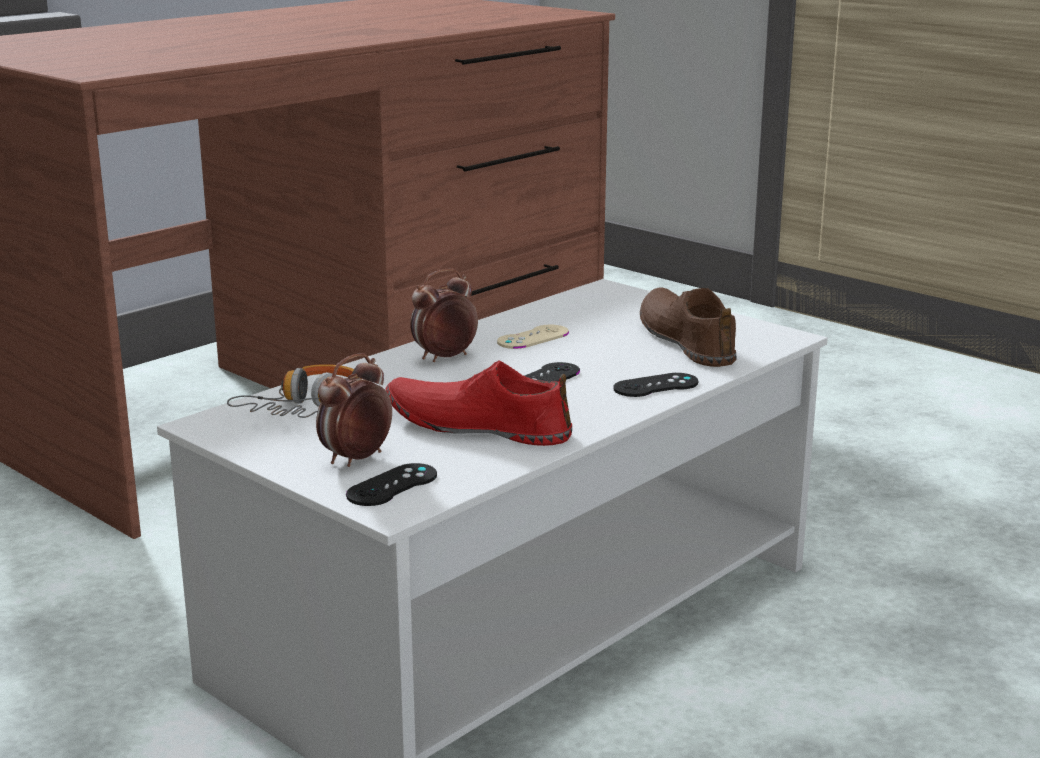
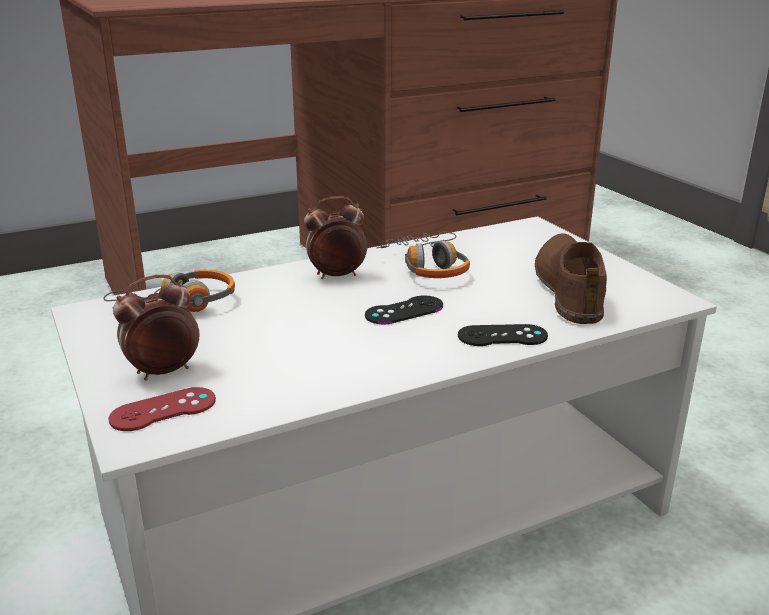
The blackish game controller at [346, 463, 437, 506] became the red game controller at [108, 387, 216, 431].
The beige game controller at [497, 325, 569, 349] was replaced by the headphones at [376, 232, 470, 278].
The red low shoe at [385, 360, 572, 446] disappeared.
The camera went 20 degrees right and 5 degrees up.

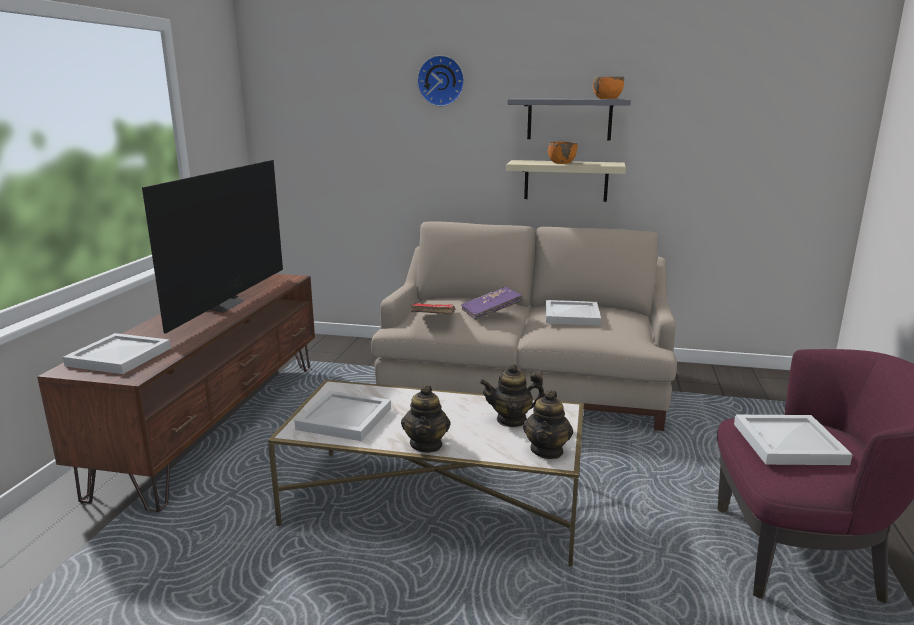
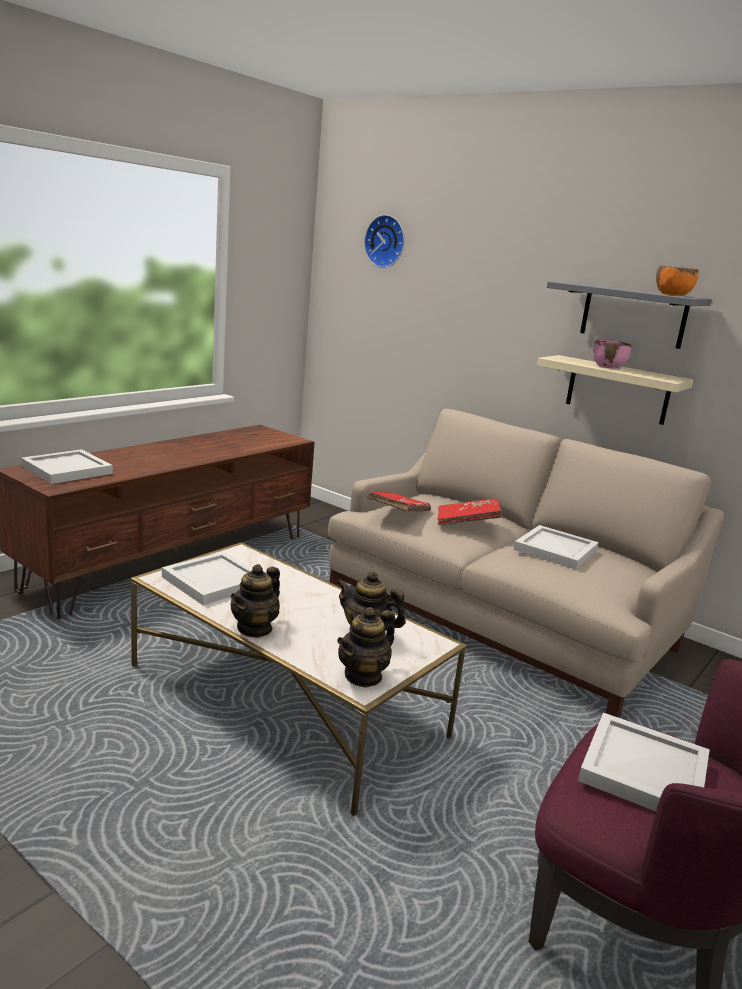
The hanging clock moved from [417, 55, 464, 107] to [364, 215, 404, 268].
The purple volume at [461, 287, 523, 320] became the red volume at [437, 498, 502, 525].
The orange-coloured bowl at [548, 142, 577, 164] became the pink-coloured bowl at [593, 340, 631, 369].
The television at [142, 160, 283, 333] disappeared.
The camera went 25 degrees right and 0 degrees up.

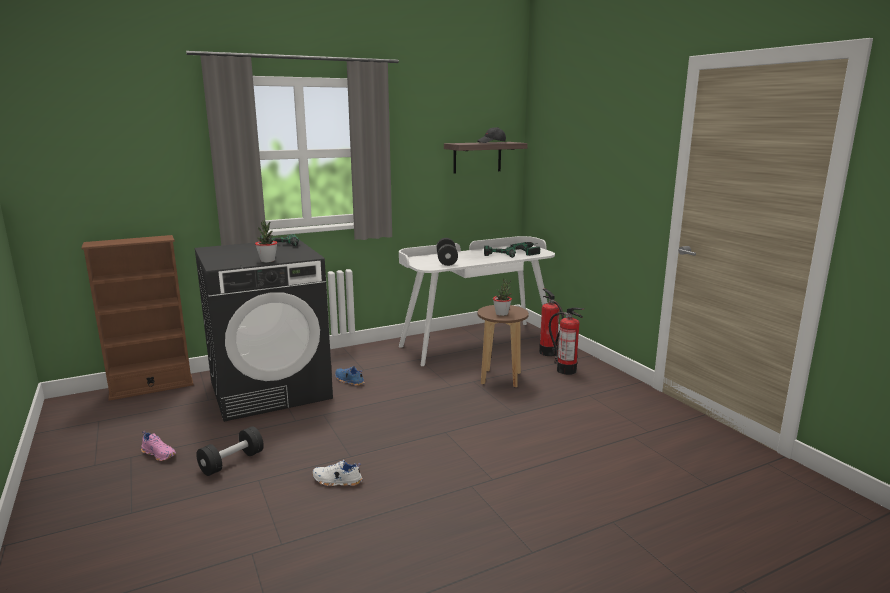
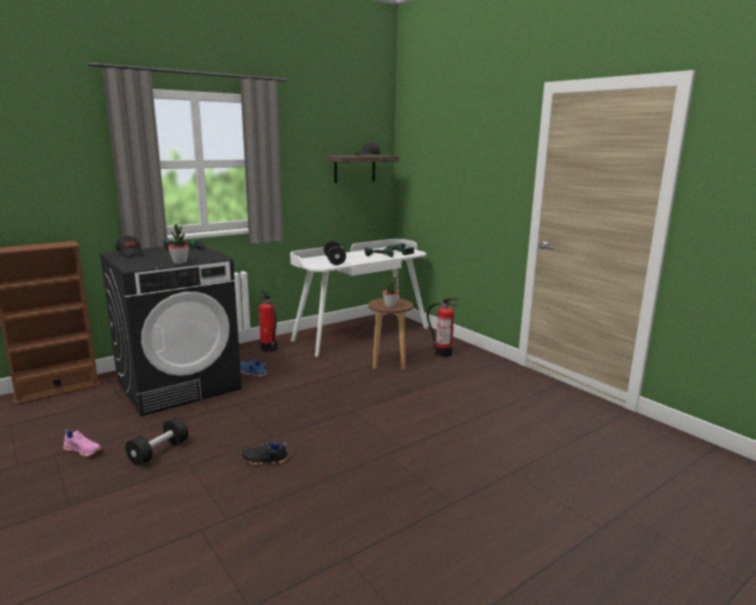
The blackish cap at [116, 235, 143, 257] appeared.
The white-coloured low shoe at [313, 460, 363, 486] became the blackish low shoe at [241, 440, 289, 465].
The fire-fighting cylinder moved from [539, 289, 564, 356] to [259, 290, 277, 352].
The camera went 10 degrees left and 0 degrees up.

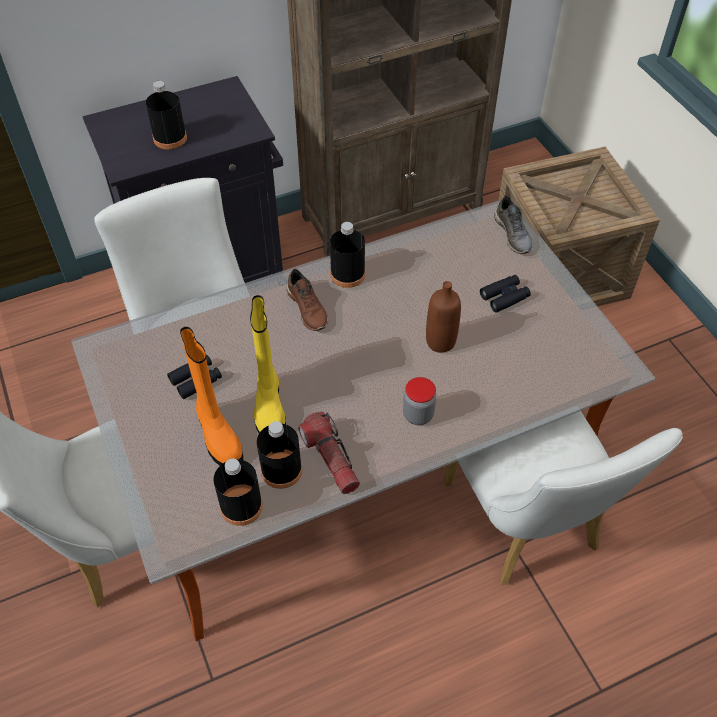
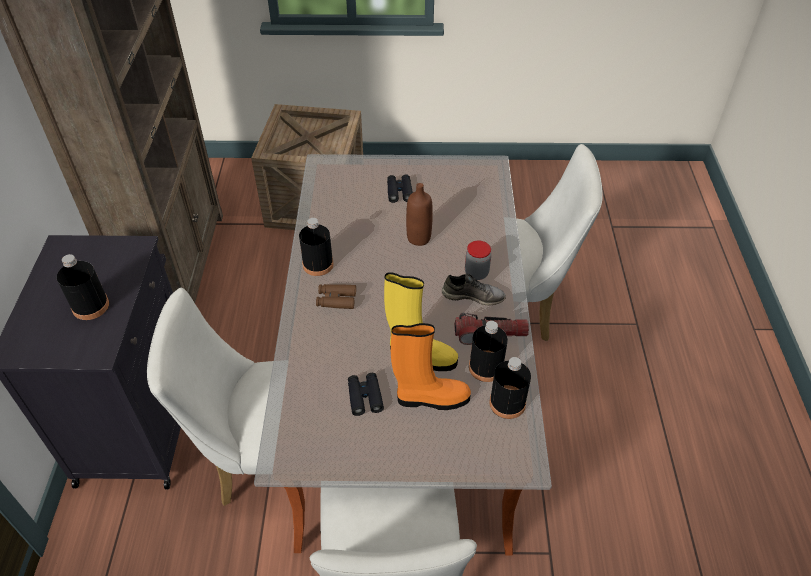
The brown-coloured low shoe at [286, 269, 328, 331] was replaced by the brown-coloured field glasses at [316, 284, 356, 309].
The grey low shoe moved from [494, 196, 532, 254] to [442, 274, 506, 305].
The camera went 65 degrees left and 5 degrees down.

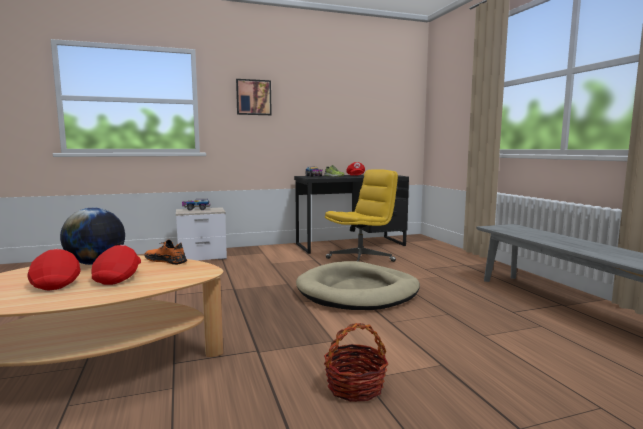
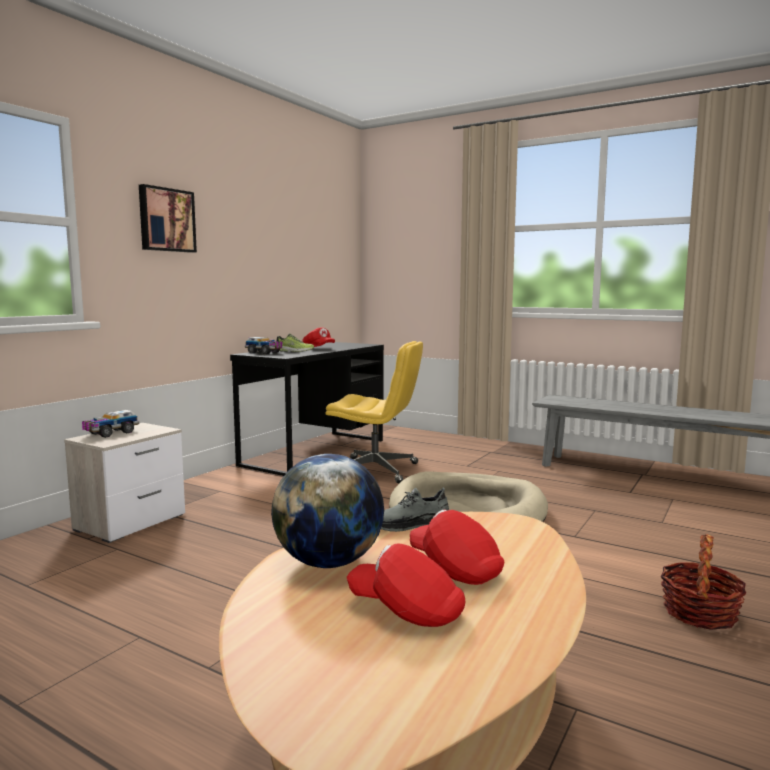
The yellowish office chair at [325, 169, 398, 262] turned 90 degrees clockwise.
The orange-coloured low shoe at [144, 240, 187, 265] became the grey low shoe at [381, 487, 449, 532].
The camera went 40 degrees left and 0 degrees up.

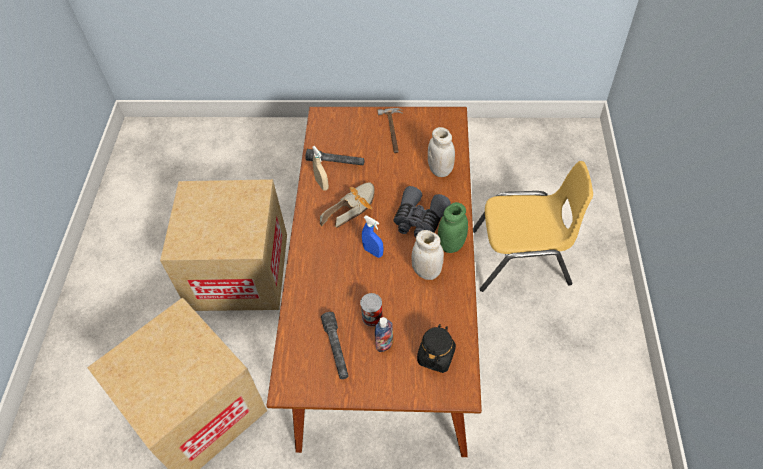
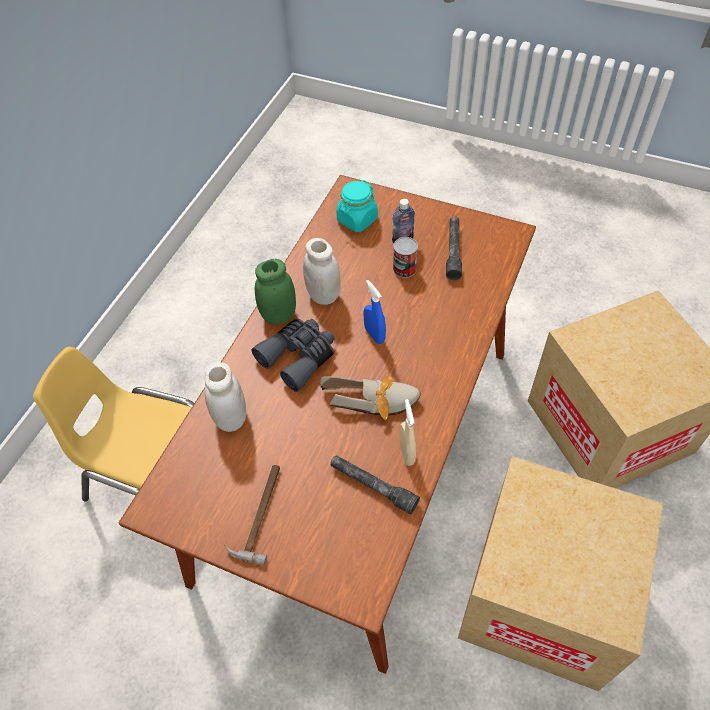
The low shoe at [320, 182, 375, 228] turned 150 degrees counterclockwise.
The blackish jar at [417, 324, 456, 373] became the turquoise jar at [336, 180, 378, 232].
The camera went 160 degrees left and 0 degrees up.

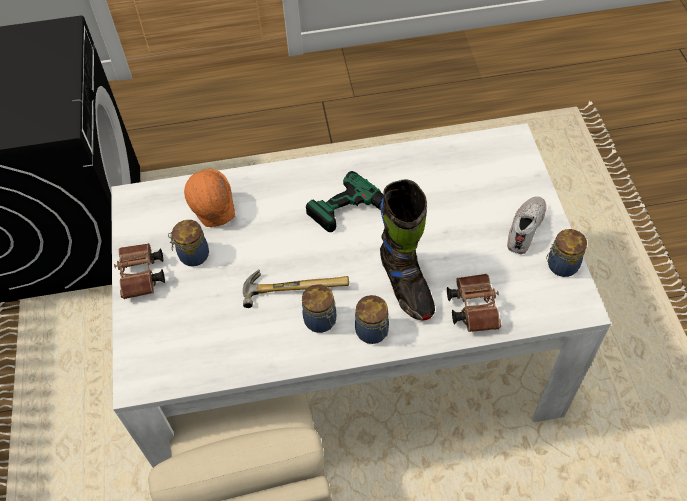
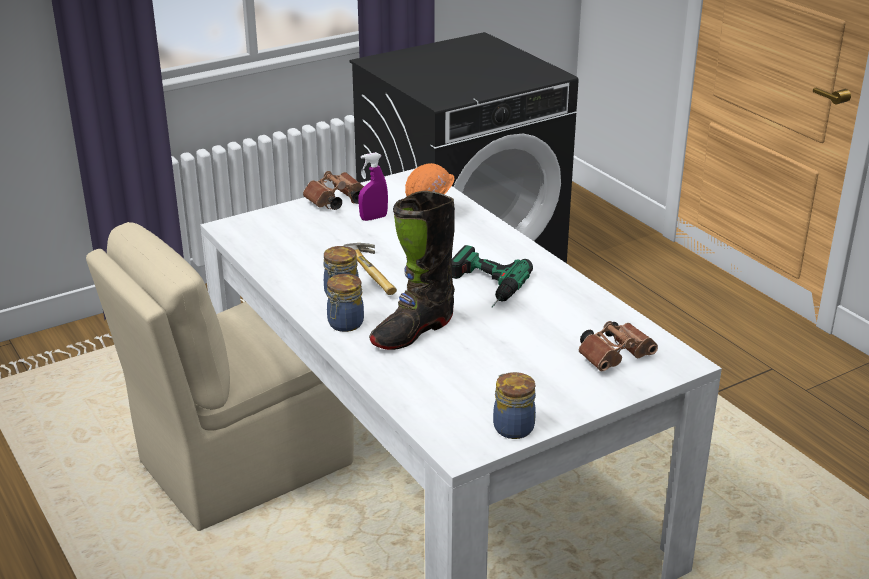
The jar at [168, 220, 209, 266] was replaced by the purple hand sprayer at [359, 152, 388, 221].
The brown-coloured field glasses moved from [447, 274, 501, 332] to [579, 321, 658, 371].
The white-coloured low shoe at [507, 196, 546, 254] disappeared.
The camera went 65 degrees right and 25 degrees down.

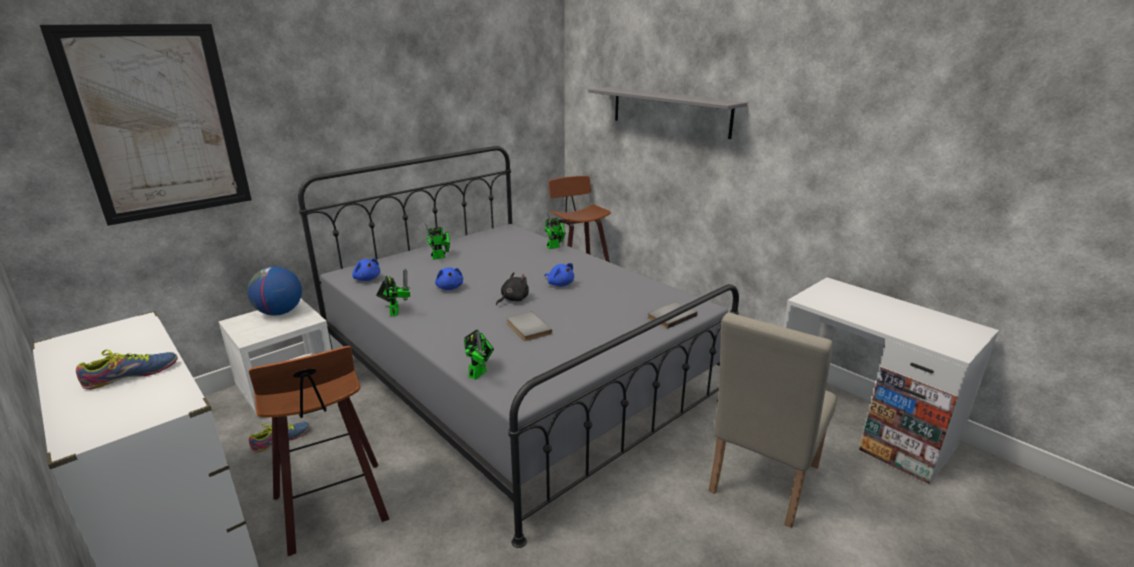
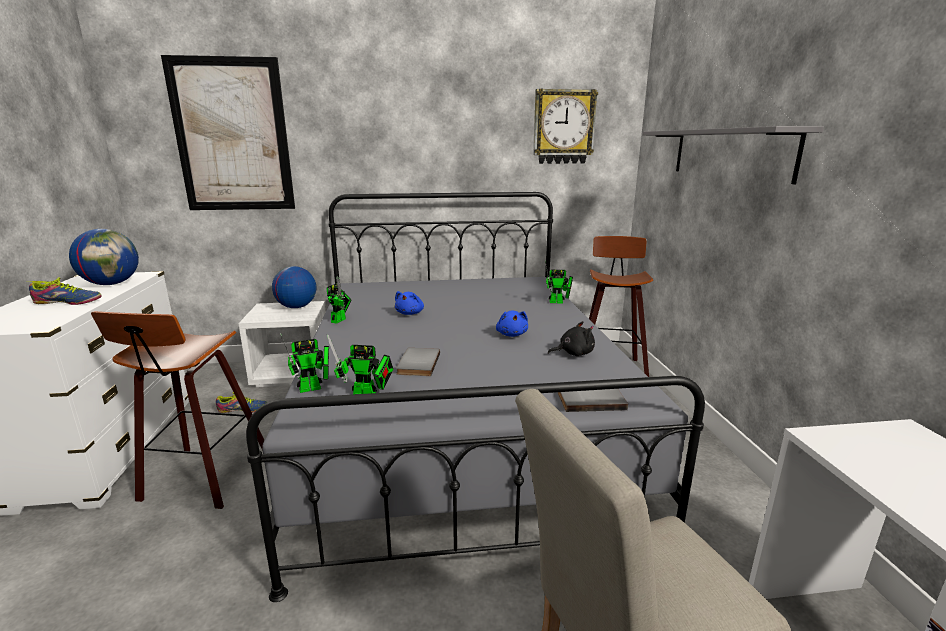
The globe at [69, 229, 139, 285] appeared.
The robot figure moved from [425, 223, 450, 260] to [327, 334, 393, 394].
The hanging clock at [533, 89, 598, 164] appeared.
The blackish cuddly toy moved from [496, 272, 529, 305] to [548, 321, 595, 356].
The bluish cuddly toy at [352, 258, 380, 281] disappeared.
The camera went 35 degrees right and 5 degrees down.

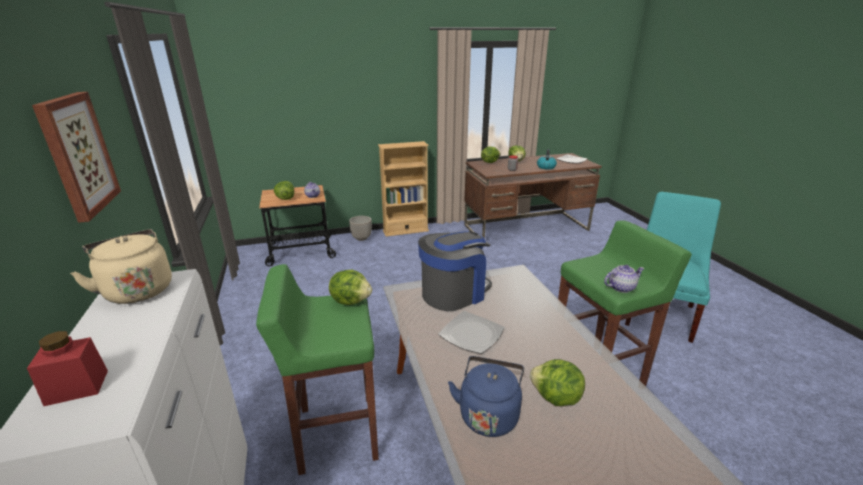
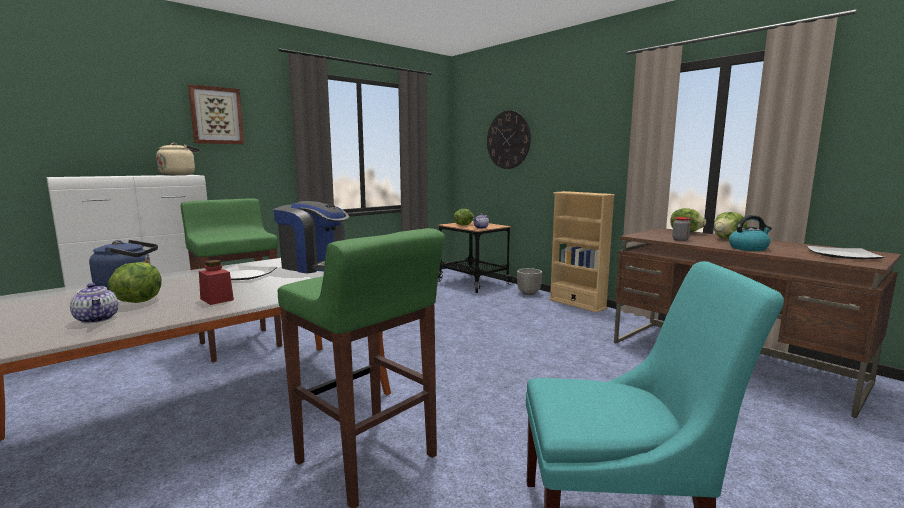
The teapot moved from [604, 265, 644, 293] to [70, 283, 118, 323].
The red jar moved from [27, 331, 108, 406] to [199, 260, 234, 305].
The hanging clock at [487, 110, 531, 169] appeared.
The head of lettuce at [329, 269, 372, 305] disappeared.
The camera went 65 degrees right and 15 degrees down.

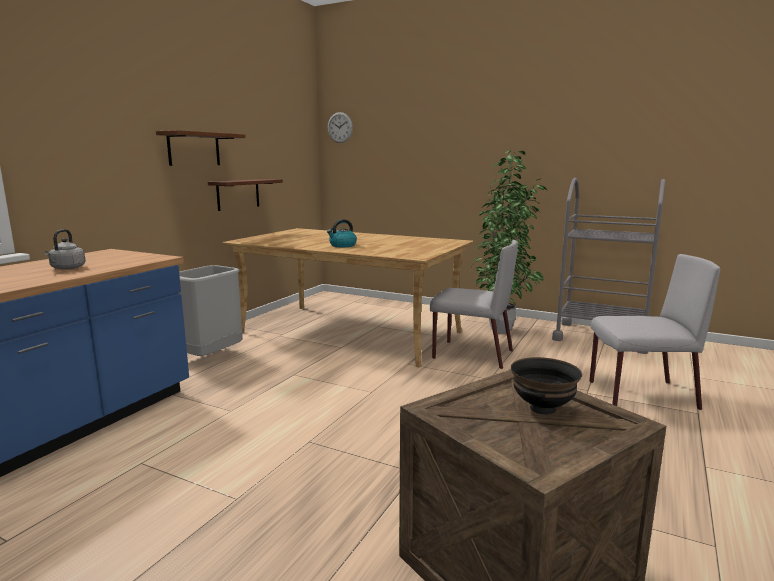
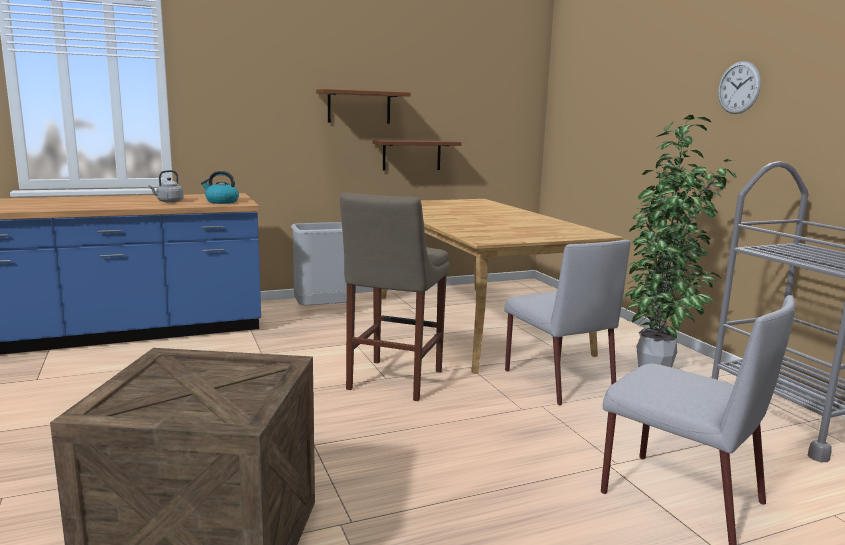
The tea kettle moved from [327, 219, 357, 247] to [201, 171, 239, 204].
The beige stool at [340, 192, 450, 401] appeared.
The hanging clock moved from [328, 112, 353, 143] to [718, 61, 761, 114].
The blackish bowl at [511, 357, 582, 415] disappeared.
The camera went 40 degrees right and 0 degrees up.

